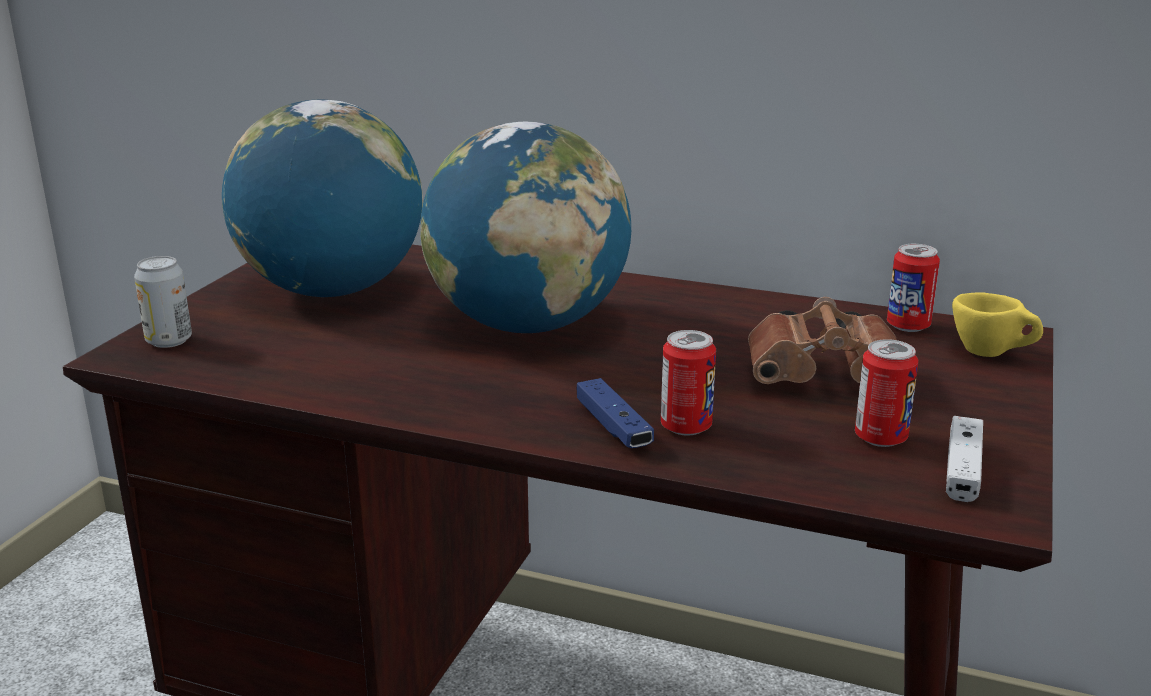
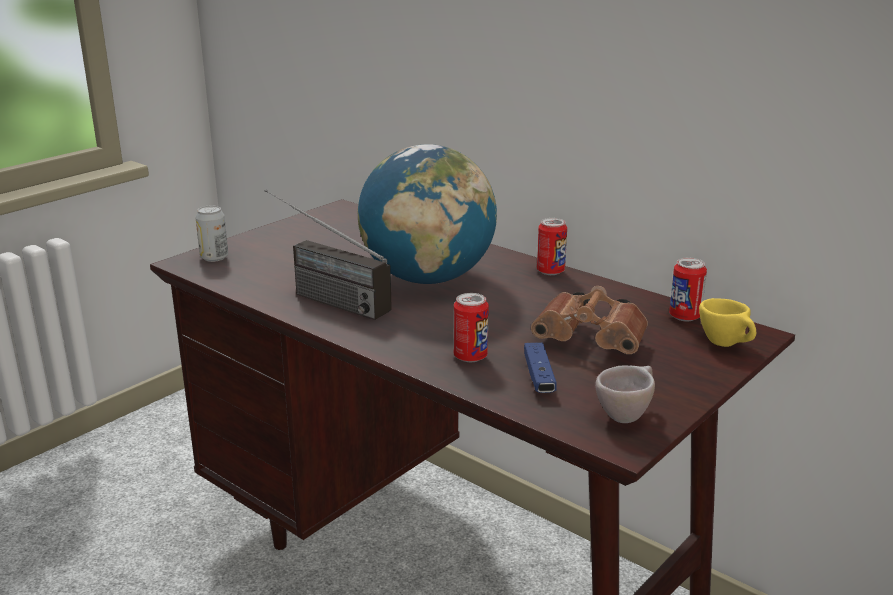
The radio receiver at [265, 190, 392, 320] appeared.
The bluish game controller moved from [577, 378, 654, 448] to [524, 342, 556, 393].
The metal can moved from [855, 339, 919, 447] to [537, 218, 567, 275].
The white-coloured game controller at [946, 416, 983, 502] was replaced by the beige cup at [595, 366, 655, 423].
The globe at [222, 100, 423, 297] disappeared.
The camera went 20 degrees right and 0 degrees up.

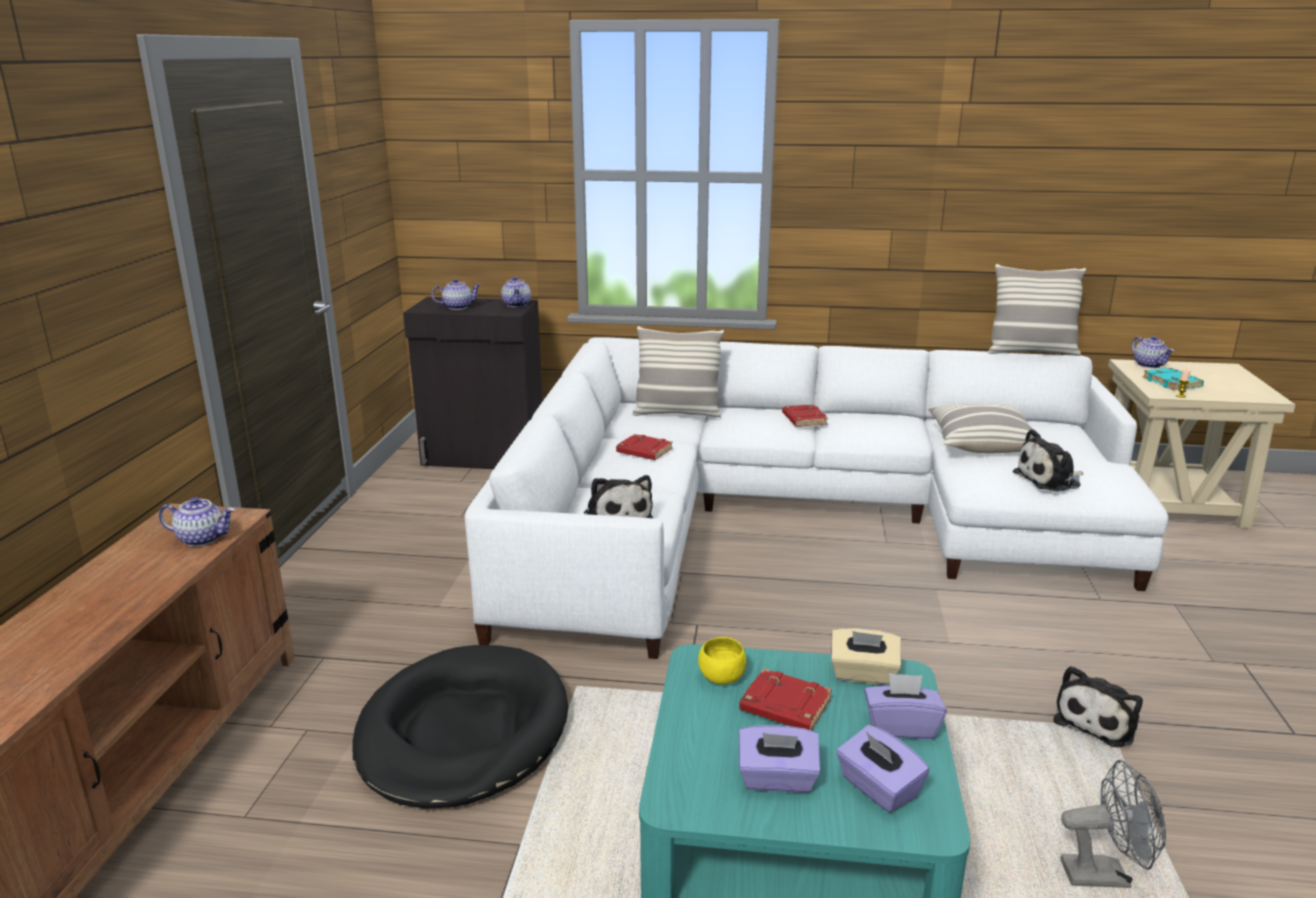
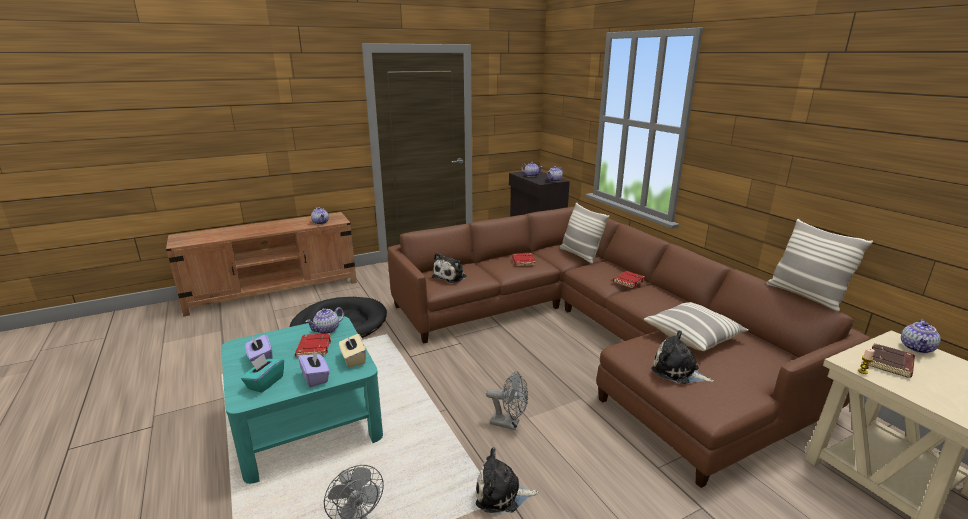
The purple tissue holder at [836, 725, 930, 813] became the turquoise tissue holder at [241, 354, 284, 393].
The yellowish bowl at [698, 637, 746, 685] was replaced by the teapot at [305, 307, 344, 334].
The white-coloured couch at [465, 337, 1169, 659] became the brown-coloured couch at [388, 207, 870, 488].
The grey fan at [486, 371, 528, 430] appeared.
The turquoise volume at [1143, 368, 1204, 390] became the brown-coloured volume at [868, 343, 915, 378].
The camera went 55 degrees right and 0 degrees up.

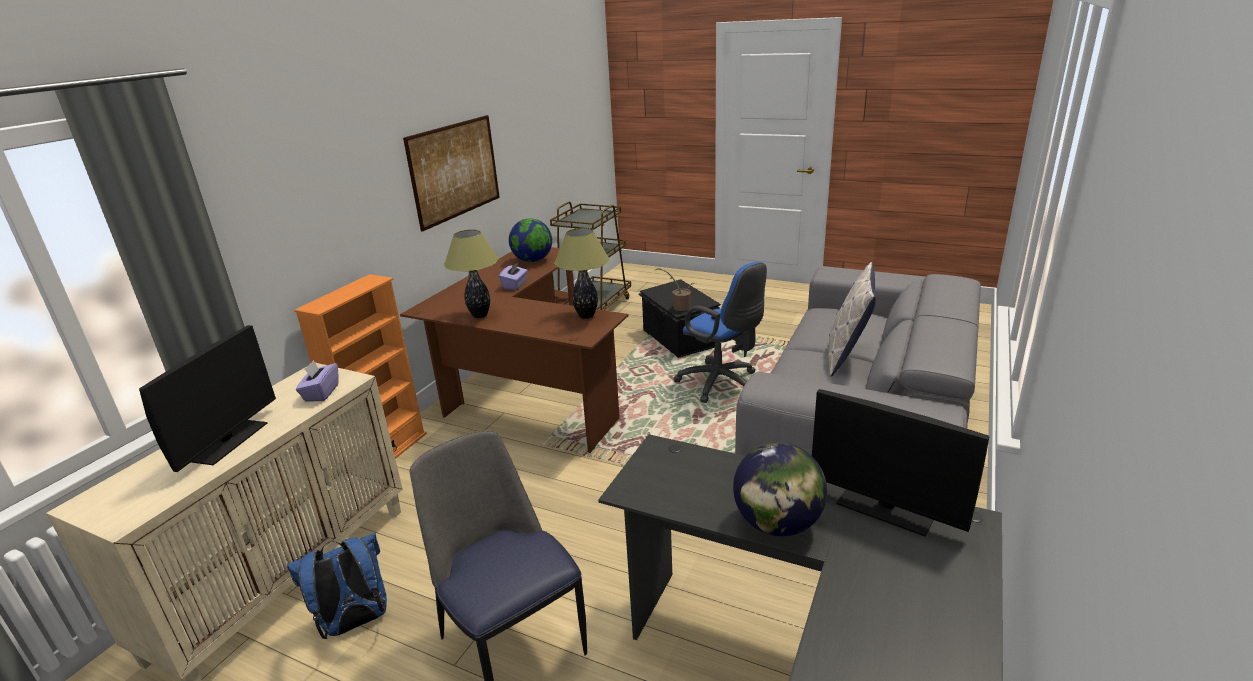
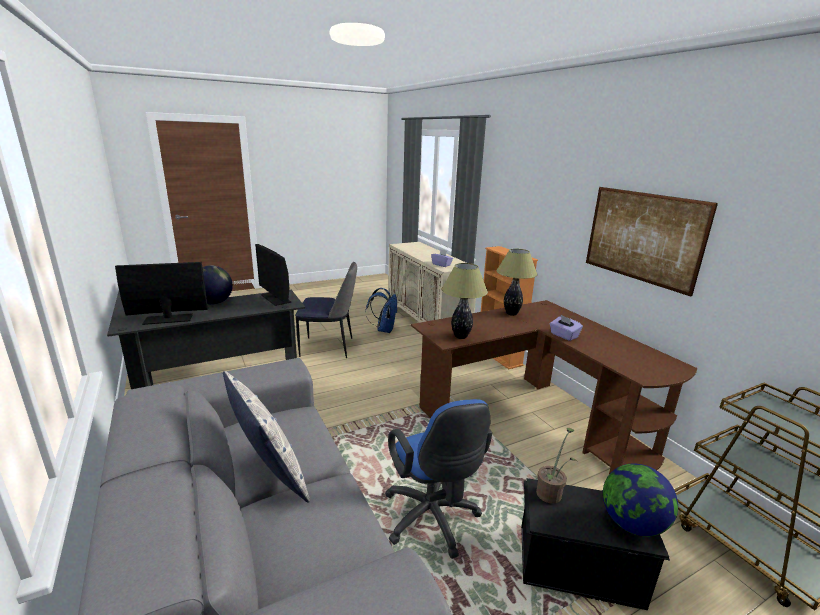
The computer screen moved from [139, 325, 276, 472] to [255, 244, 292, 306].
The bluish office chair at [674, 262, 767, 403] turned 105 degrees counterclockwise.
The globe moved from [509, 218, 552, 262] to [603, 463, 678, 537].
The camera went 125 degrees right and 5 degrees down.

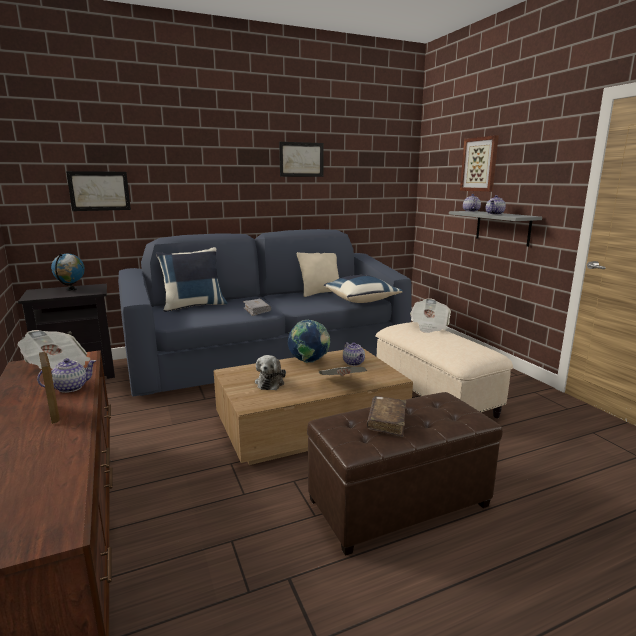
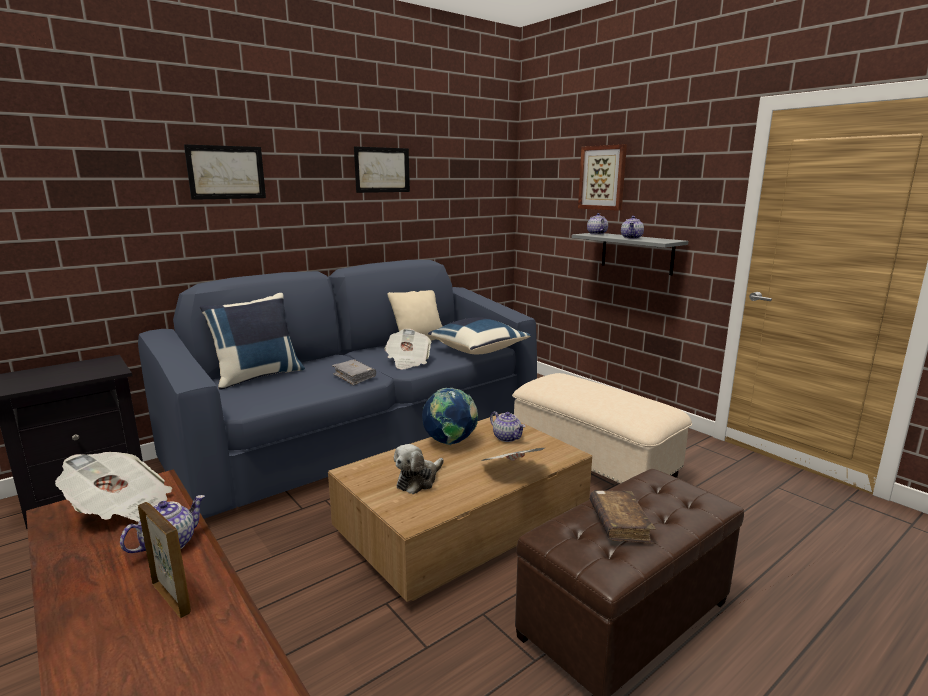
The wall picture moved from [66, 171, 131, 211] to [184, 144, 266, 200].
The newspaper moved from [410, 298, 451, 333] to [385, 329, 431, 369].
The cuddly toy at [255, 355, 286, 390] turned 45 degrees clockwise.
The globe at [51, 253, 85, 291] disappeared.
The camera went 15 degrees left and 0 degrees up.

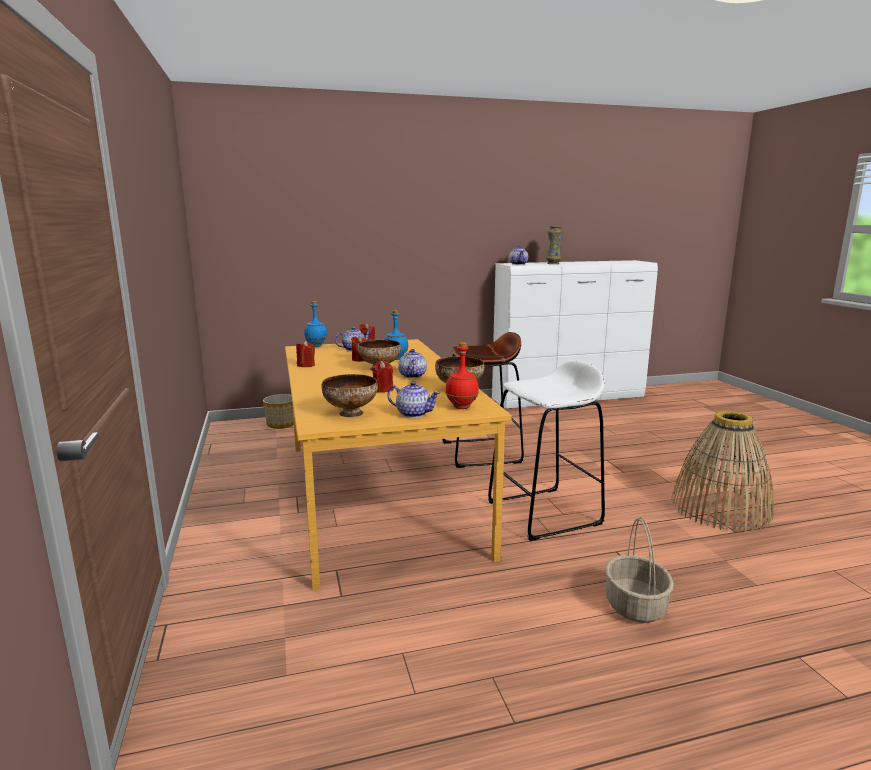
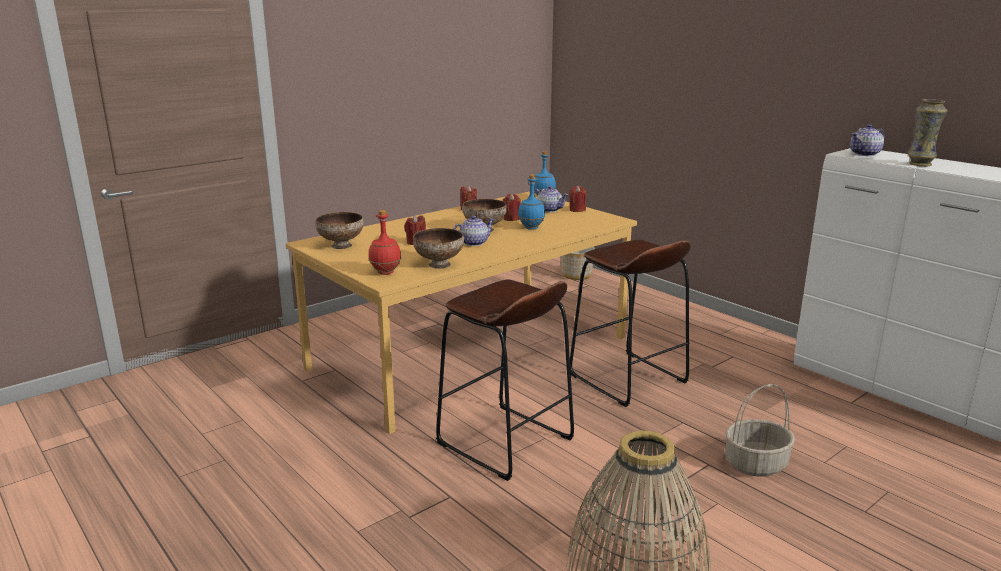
The white-coloured stool at [488, 361, 605, 541] became the brown-coloured stool at [436, 279, 574, 481].
The storage basket moved from [605, 517, 674, 623] to [725, 384, 795, 476].
The teapot at [387, 381, 440, 418] disappeared.
The camera went 65 degrees right and 5 degrees up.

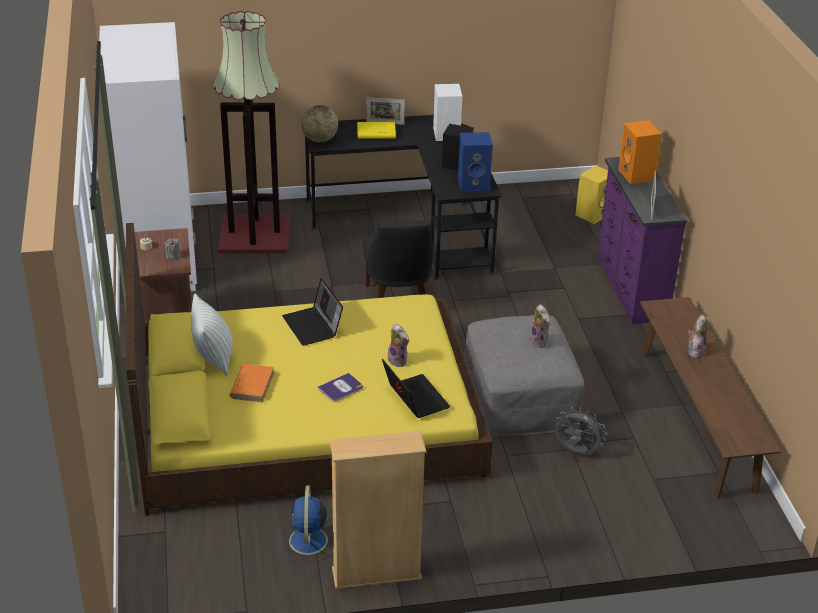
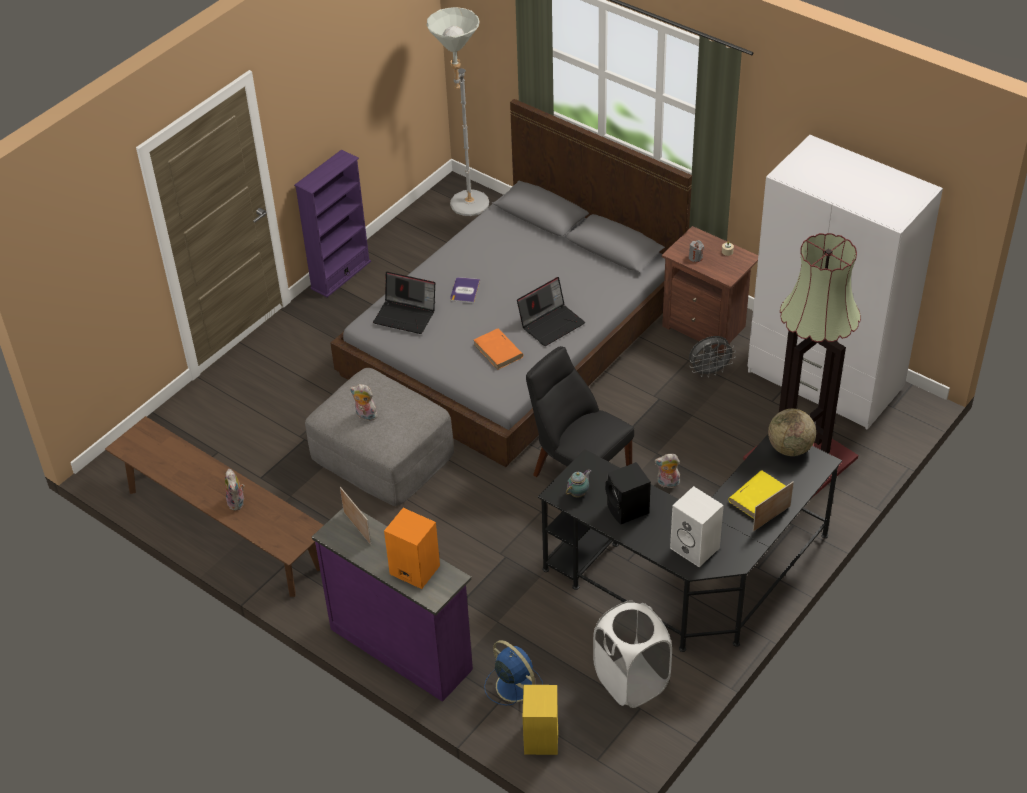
The beige shelving unit at [330, 431, 426, 589] became the purple shelving unit at [294, 150, 371, 297].
The yellowish sleeping bed at [126, 223, 493, 516] became the grey sleeping bed at [330, 99, 692, 467].
The grey standard lamp at [427, 7, 489, 216] appeared.
The orange-coloured volume moved from [229, 364, 274, 403] to [474, 329, 523, 370].
The bluish fan moved from [281, 486, 333, 562] to [484, 640, 543, 706].
The notebook computer at [282, 278, 343, 346] turned 120 degrees clockwise.
The bluish audio speaker at [458, 132, 493, 191] was replaced by the teapot at [566, 470, 591, 498].
The white-coloured washing basket at [593, 600, 672, 708] appeared.
The cuddly toy moved from [387, 324, 409, 367] to [655, 454, 680, 488].
The grey fan moved from [555, 407, 607, 455] to [689, 336, 736, 377].
The cushion at [191, 293, 233, 376] disappeared.
The camera went 140 degrees right and 10 degrees up.

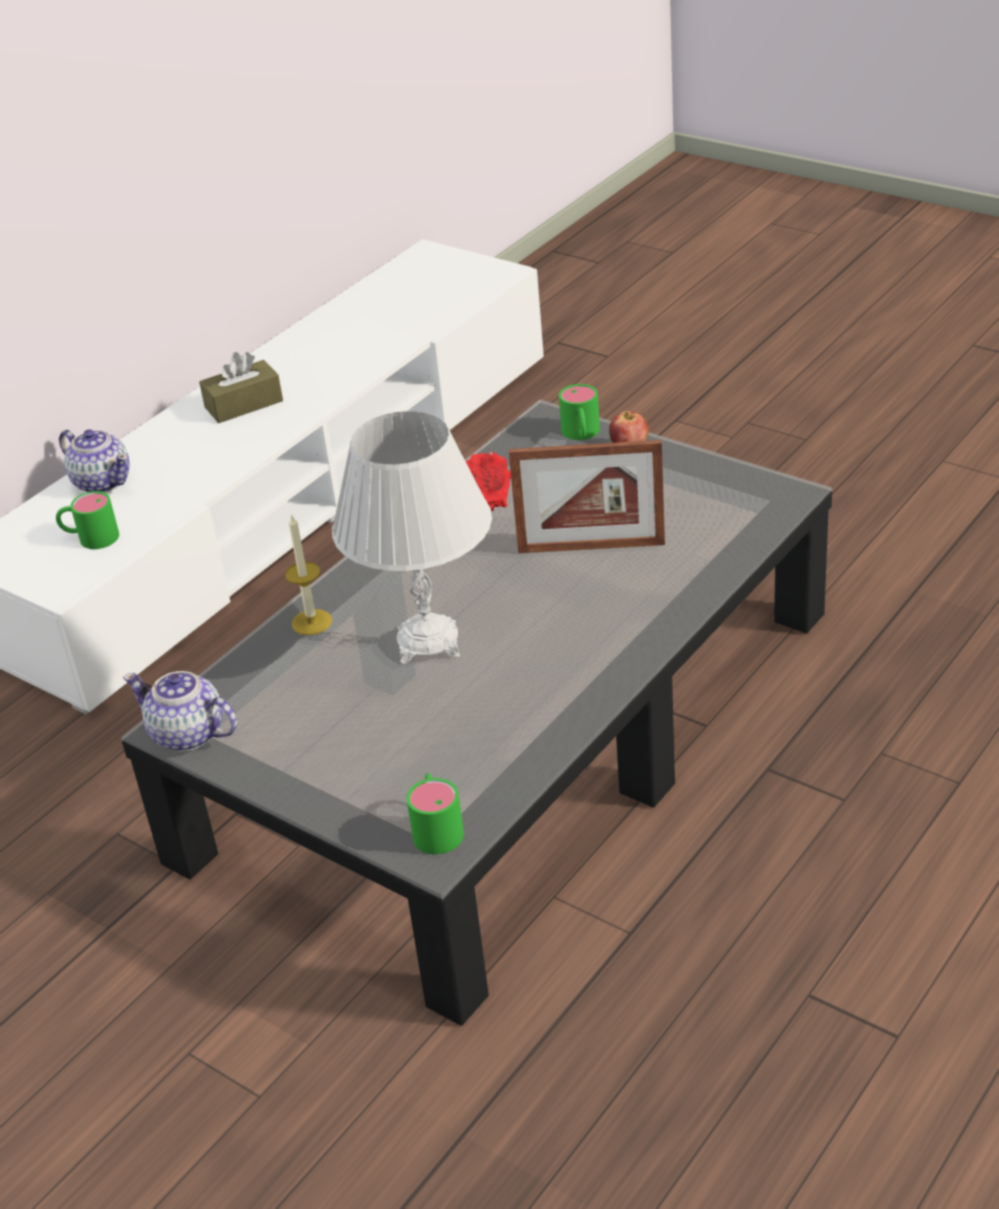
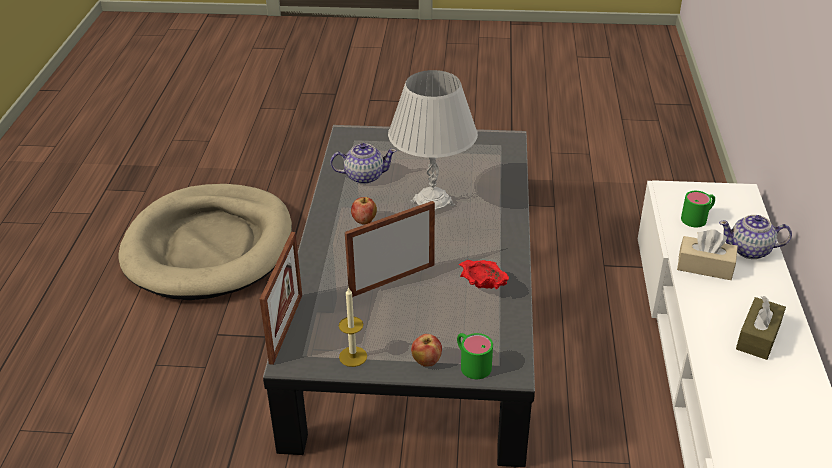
The beige pet bed at [119, 184, 292, 300] appeared.
The standing frame at [260, 232, 302, 365] appeared.
The teapot moved from [123, 671, 237, 752] to [330, 143, 397, 184].
The candle moved from [285, 514, 332, 635] to [339, 287, 367, 367].
The apple at [351, 197, 377, 225] appeared.
The beige tissue holder at [677, 229, 738, 280] appeared.
The green tea mug at [406, 773, 464, 854] disappeared.
The camera went 145 degrees right and 0 degrees up.

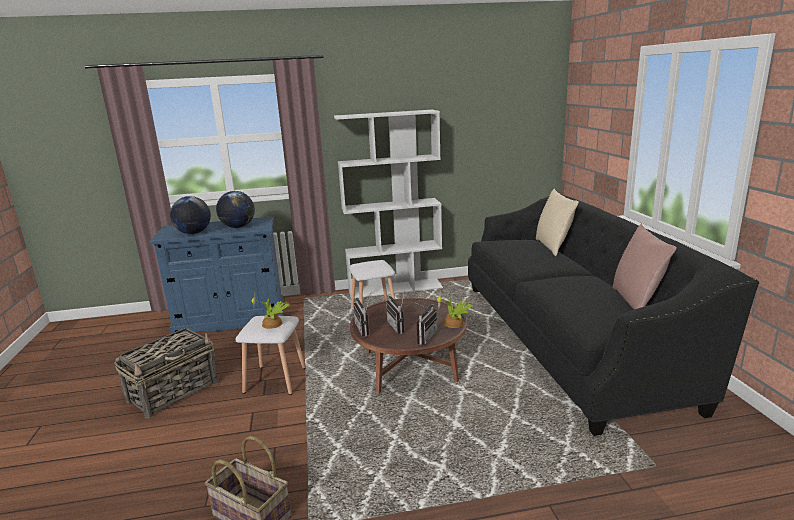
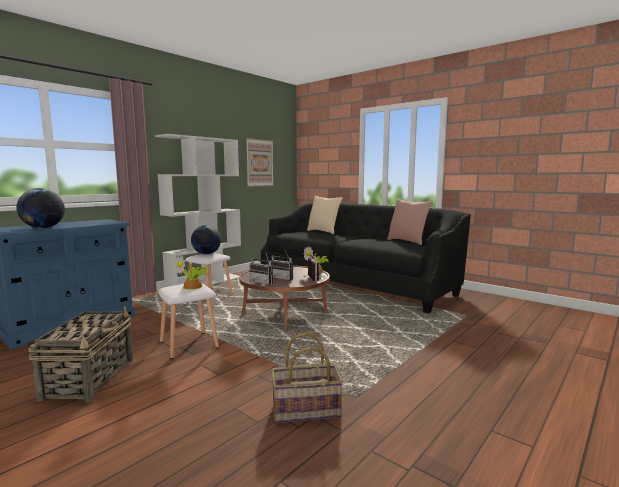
The globe moved from [216, 191, 255, 228] to [191, 225, 221, 254].
The wall picture at [246, 138, 274, 187] appeared.
The camera went 40 degrees left and 10 degrees down.

